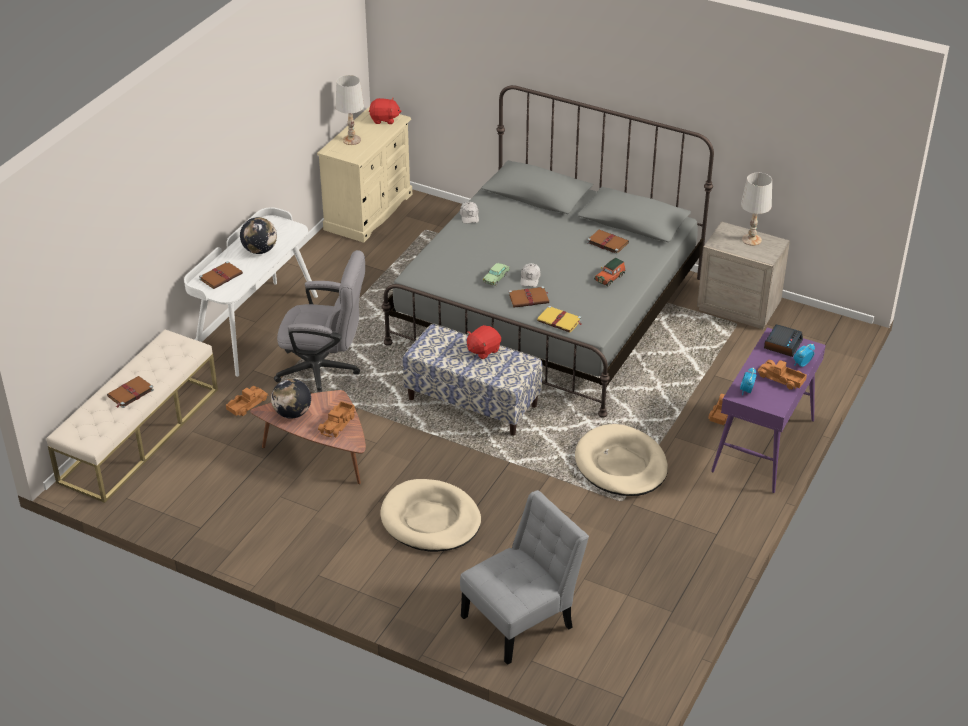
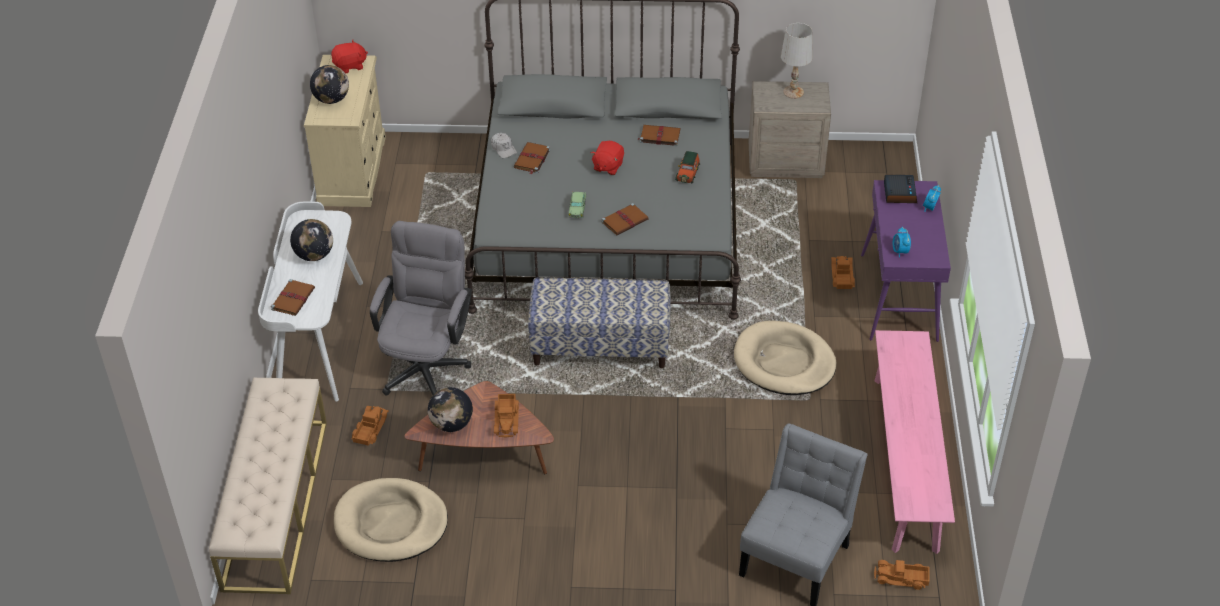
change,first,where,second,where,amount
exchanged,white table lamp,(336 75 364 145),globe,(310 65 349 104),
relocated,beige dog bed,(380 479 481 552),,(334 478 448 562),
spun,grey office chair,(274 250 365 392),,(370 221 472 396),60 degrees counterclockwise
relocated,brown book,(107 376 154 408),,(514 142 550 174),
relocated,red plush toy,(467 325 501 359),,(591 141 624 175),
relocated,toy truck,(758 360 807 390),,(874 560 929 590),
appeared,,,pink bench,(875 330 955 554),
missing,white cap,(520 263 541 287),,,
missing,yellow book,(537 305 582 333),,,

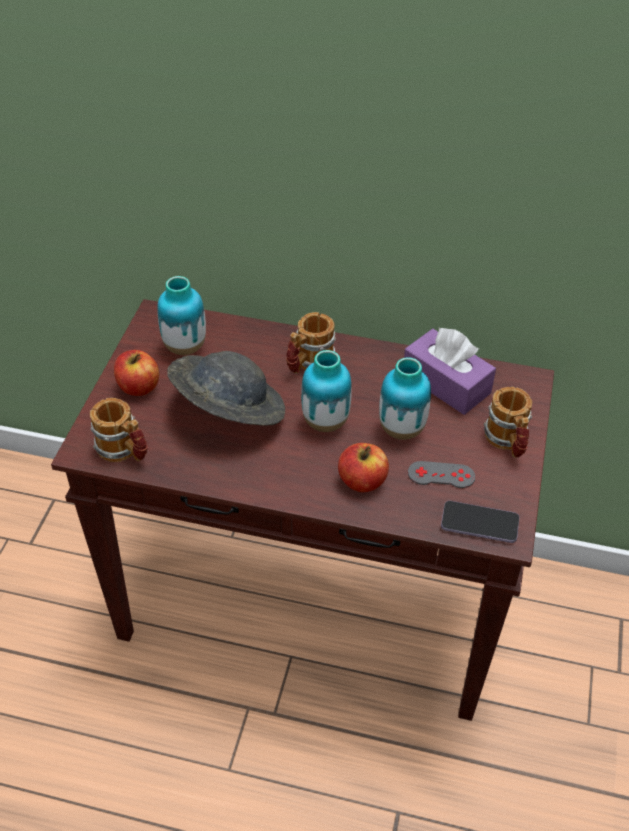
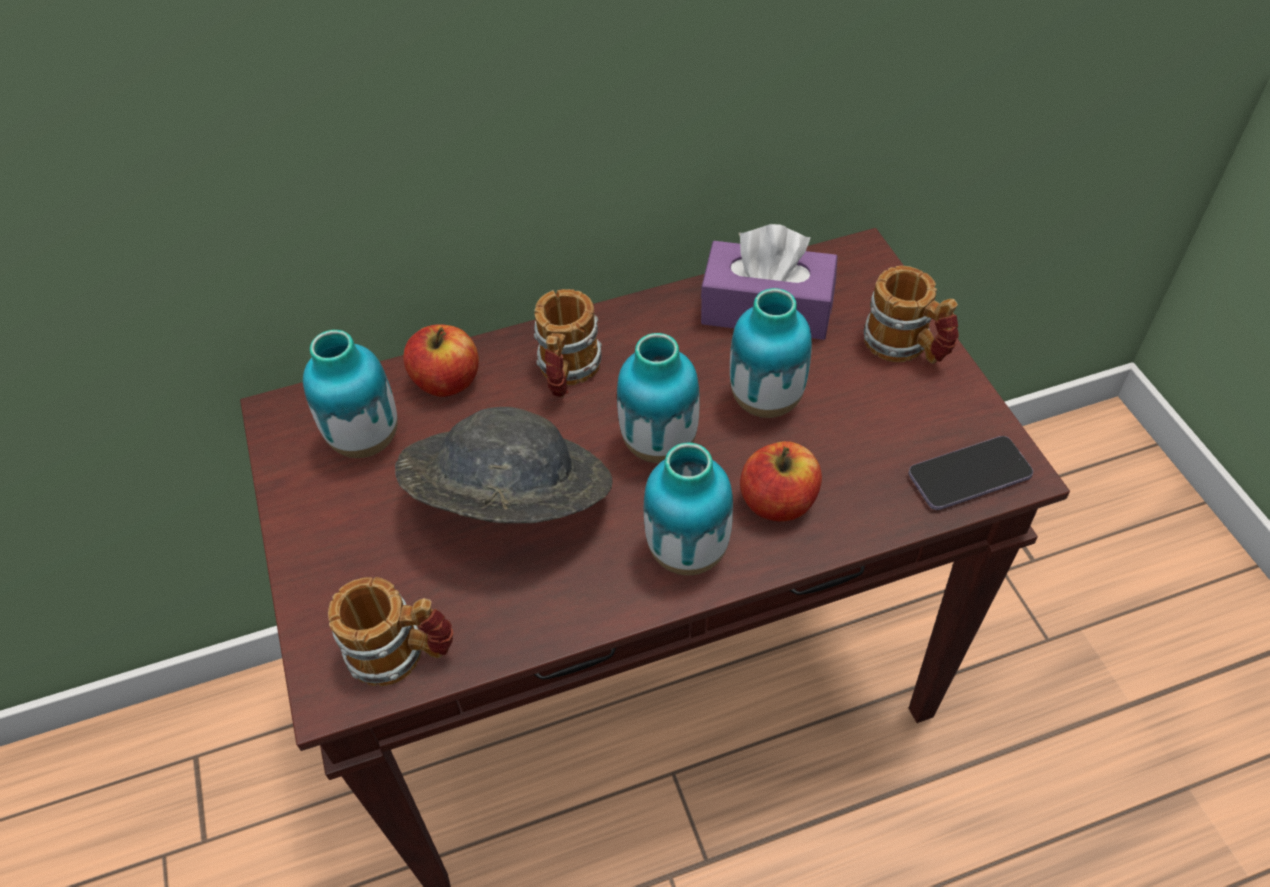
change,first,where,second,where,amount
relocated,apple,(114 350 159 396),,(403 324 479 397),
appeared,,,vase,(644 443 733 575),
missing,grey game controller,(408 461 475 488),,,

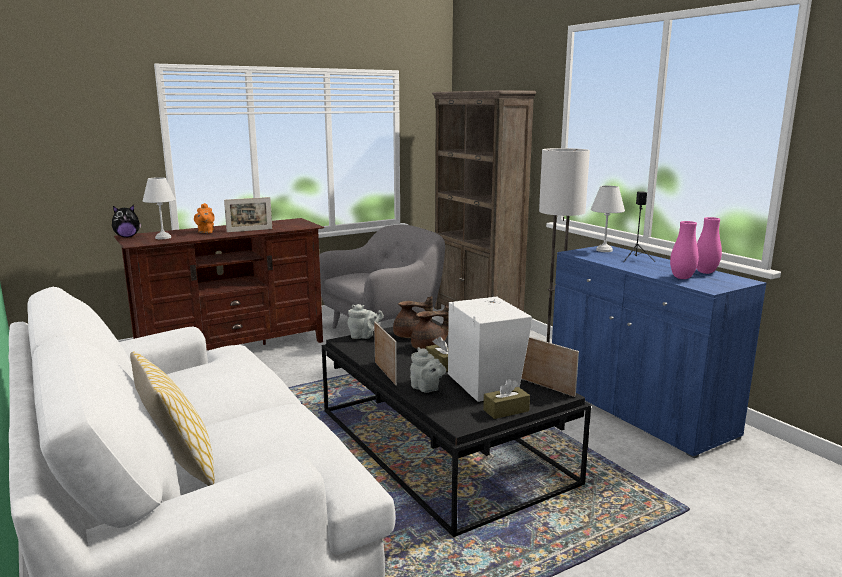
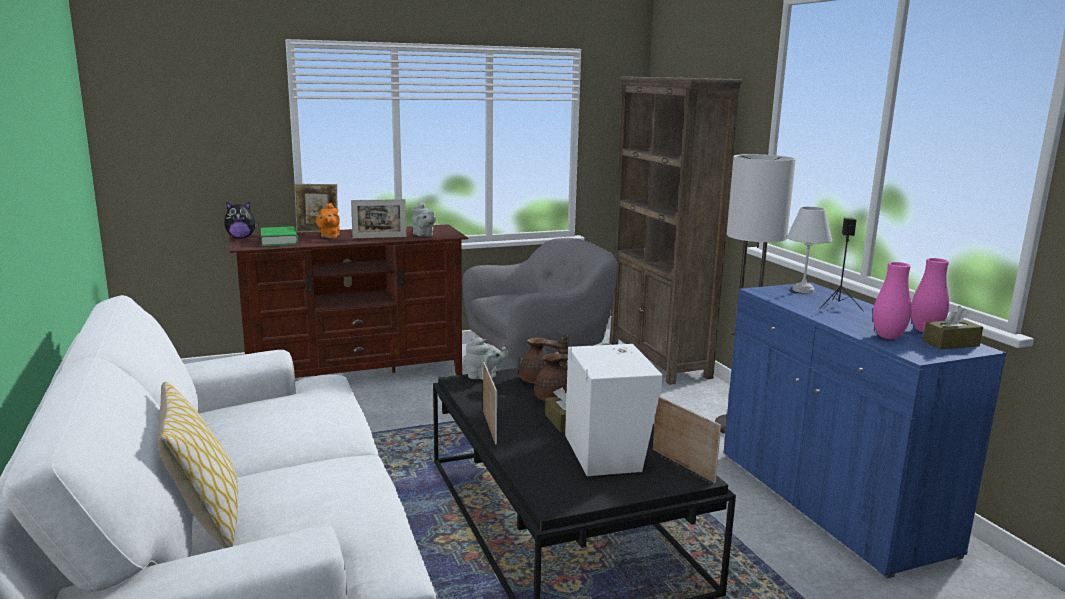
change,first,where,second,where,amount
exchanged,white table lamp,(143 177 176 239),green book,(261 226 298 246),
appeared,,,picture frame,(295 184 338 233),
relocated,grey teapot,(410 347 446 393),,(412 202 436 237),
relocated,brown tissue box,(483 379 530 419),,(923 306 983 349),

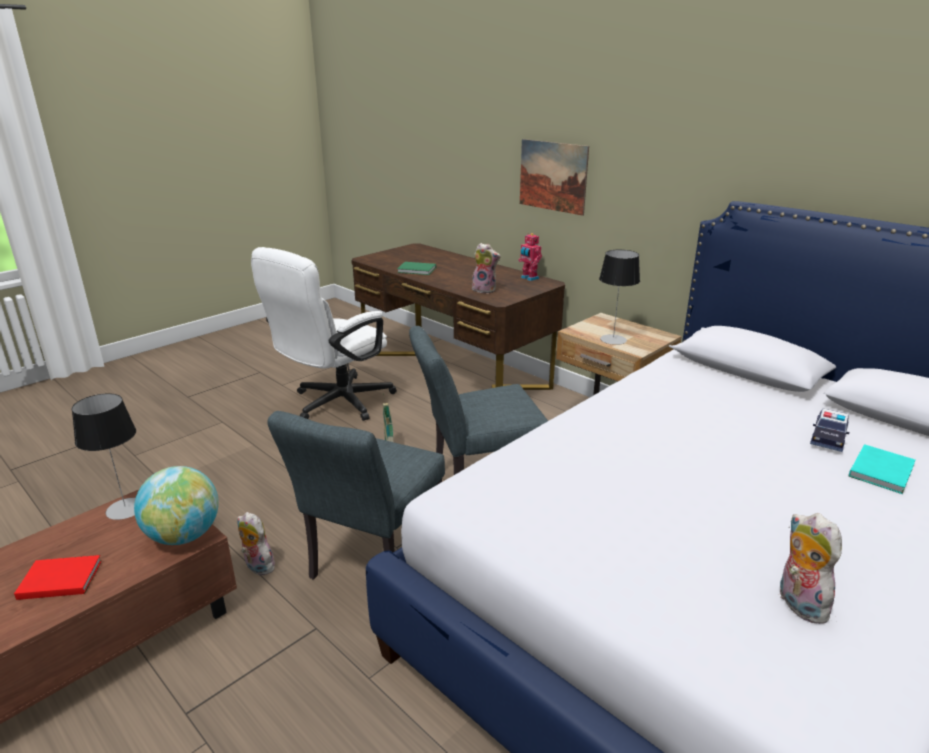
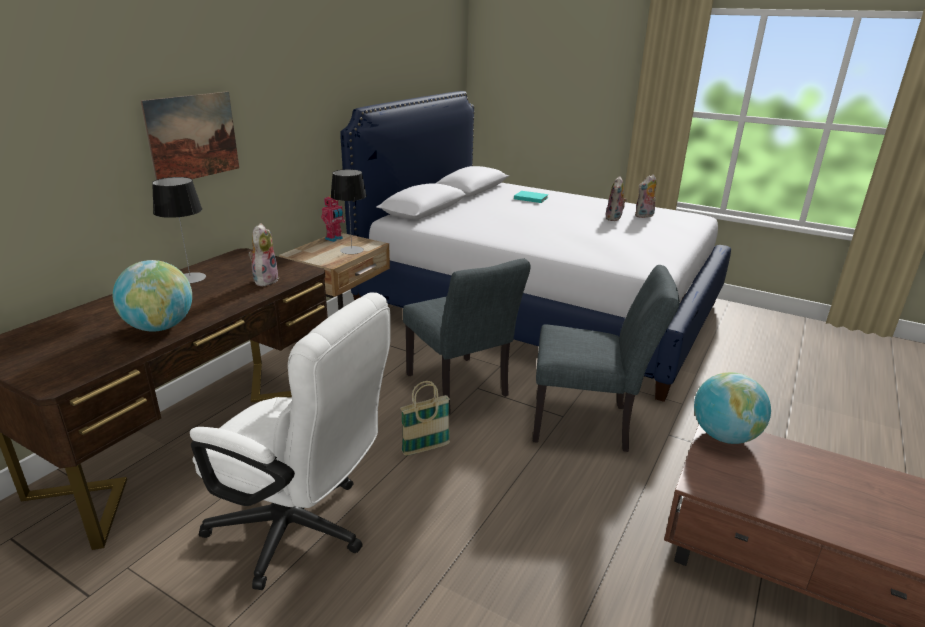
change,first,where,second,where,amount
exchanged,green book,(397 262 436 275),globe,(112 260 192 332),
relocated,table lamp,(72 393 136 520),,(152 177 206 283),
relocated,toy robot,(518 233 542 281),,(321 195 345 242),
relocated,plush toy,(237 512 275 575),,(605 176 627 221),
missing,red book,(14 555 102 600),,,
missing,toy car,(810 408 850 452),,,

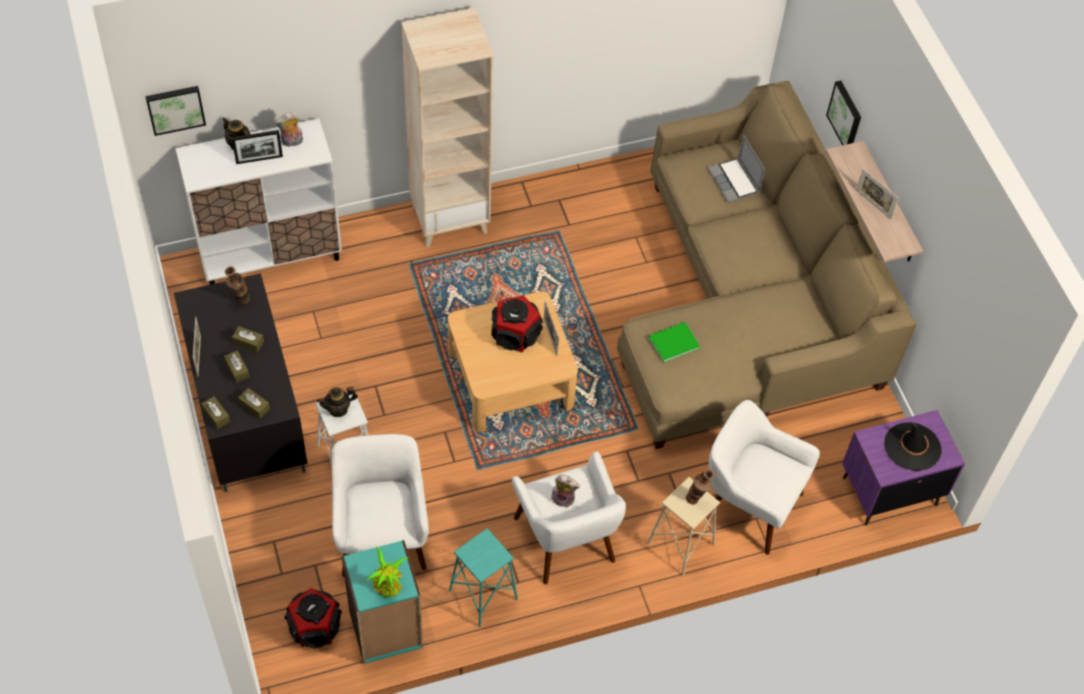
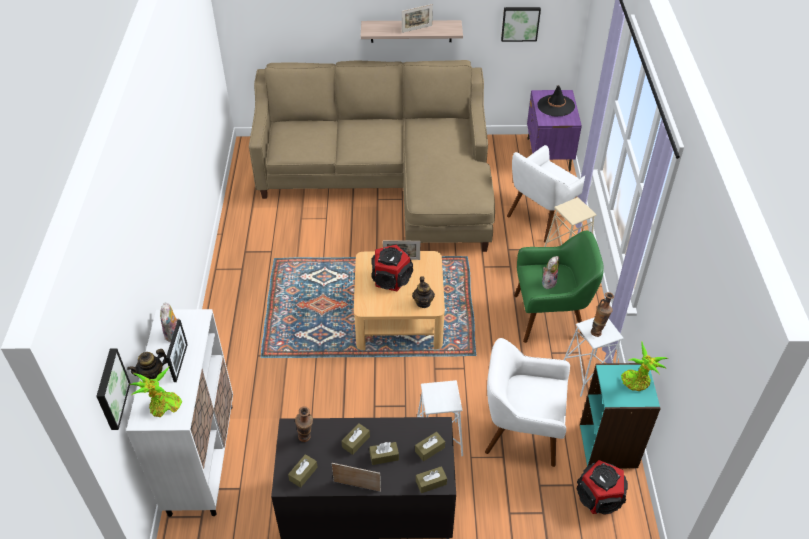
change,first,where,second,where,amount
appeared,,,potted plant,(129 367 182 417),
appeared,,,brown tissue box,(288 454 318 488),
relocated,teapot,(317 387 358 417),,(412 276 435 308),
relocated,picture,(826 81 861 145),,(501 7 541 42),
colour,white armchair,(512 451 626 584),green armchair,(514 231 604 343),
colour,turquoise stool,(449 528 518 627),white stool,(564 317 623 397),
relocated,vase,(686 469 715 505),,(591 292 614 337),
missing,beige bookcase,(401 8 494 247),,,
missing,green book,(648 322 700 363),,,
missing,laptop,(708 135 765 203),,,

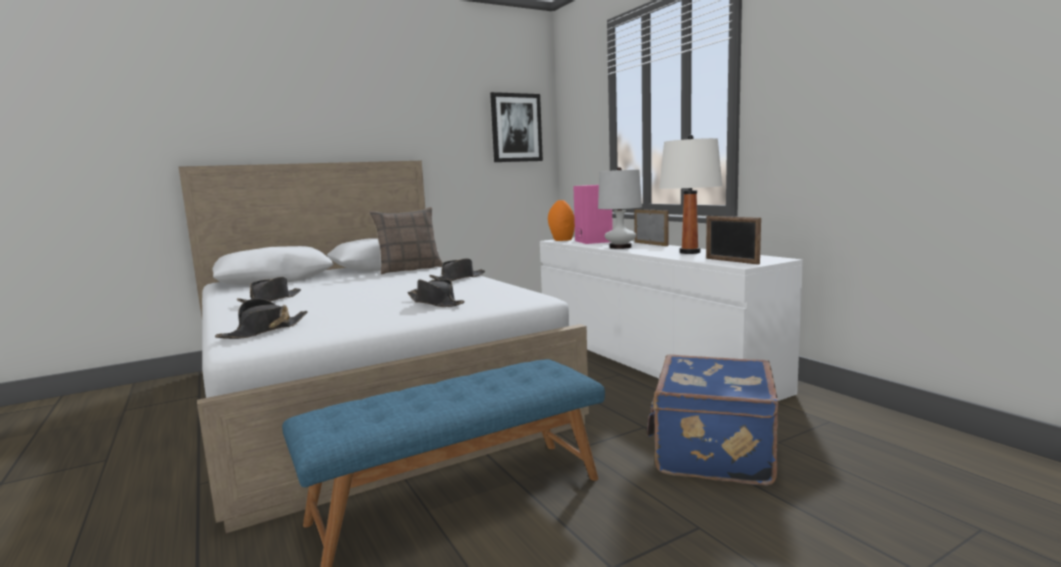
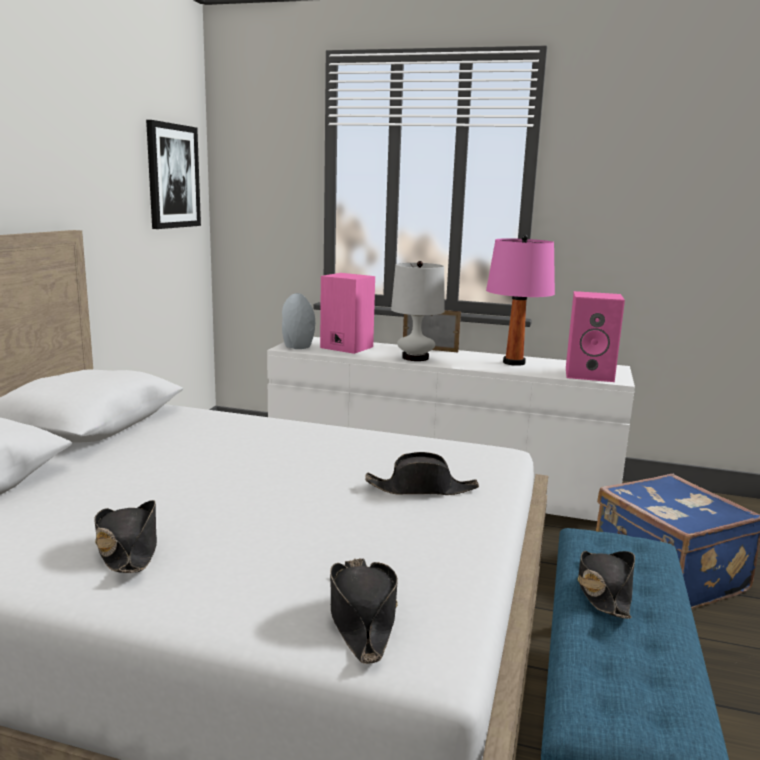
change,first,where,second,where,amount
colour,orange vase,(548 200 575 241),grey vase,(282 293 315 349),
colour,white table lamp,(659 135 722 254),pink table lamp,(486 234 555 366),
exchanged,picture frame,(706 216 761 265),pink speaker,(566 291 625 382),
relocated,black hat,(429 259 485 281),,(578 551 635 619),
missing,pillow,(370 207 443 274),,,

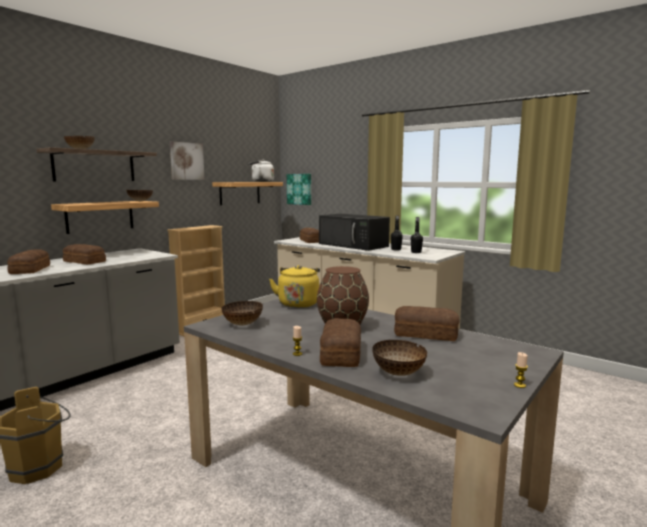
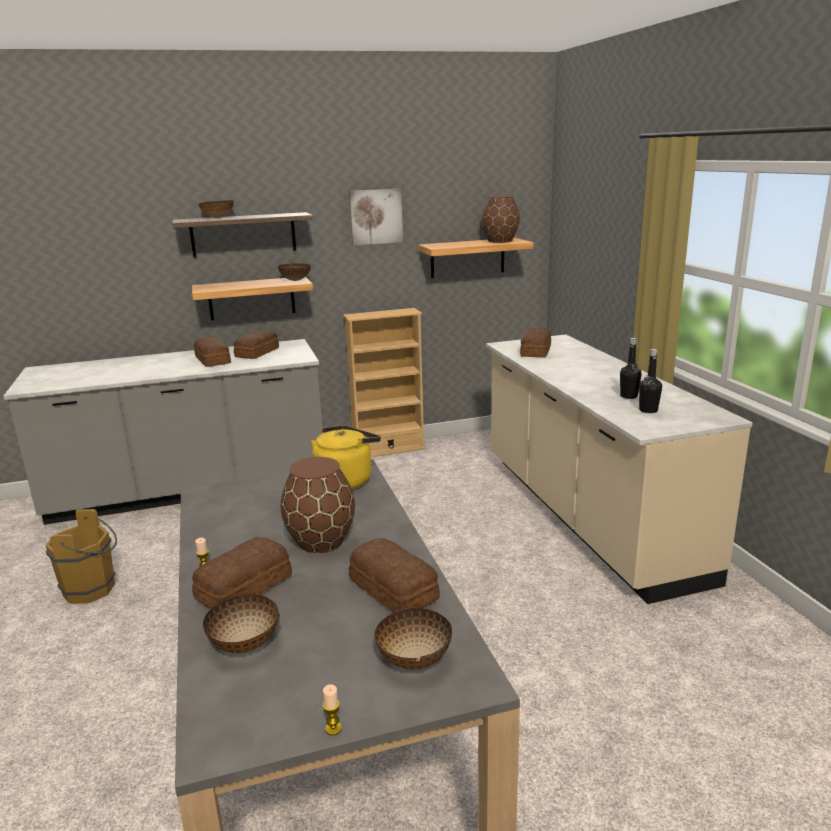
change,first,where,second,where,amount
relocated,bread,(7 249 50 274),,(234 330 279 359),
relocated,bowl,(221 301 263 326),,(375 608 452 670),
exchanged,white kettle,(248 159 274 182),brown vase,(481 195 520 243),
missing,picture,(287 174 311 205),,,
missing,black microwave,(319 214 390 251),,,

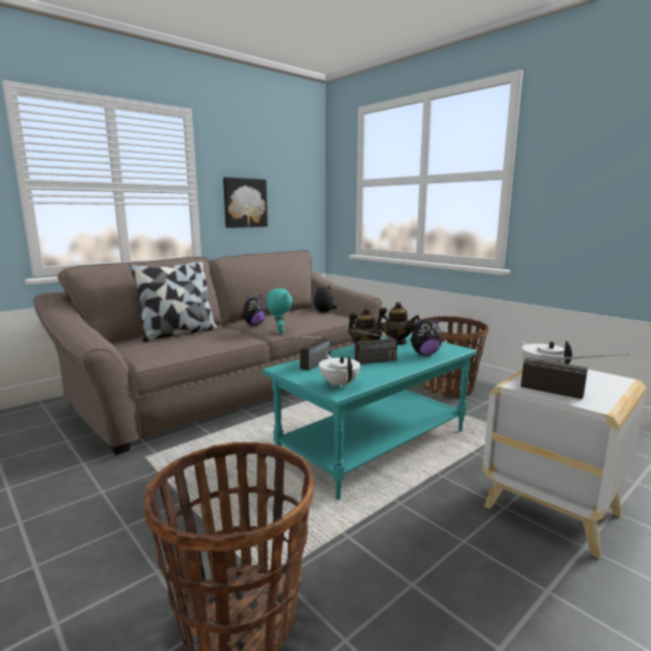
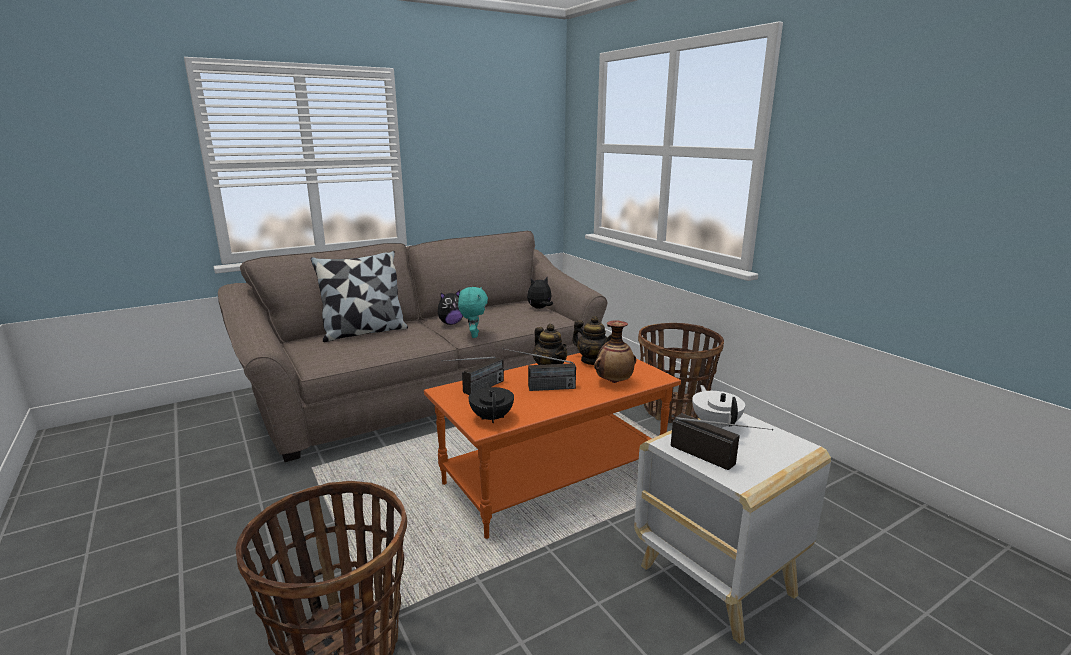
change,first,where,second,where,amount
colour,turquoise coffee table,(262 334 477 500),orange coffee table,(424 353 681 539),
colour,white teapot,(319 355 360 388),black teapot,(469 382 514 423),
exchanged,plush toy,(410 316 442 355),vase,(594 320 636 383),
missing,picture,(223 177 268 228),,,

